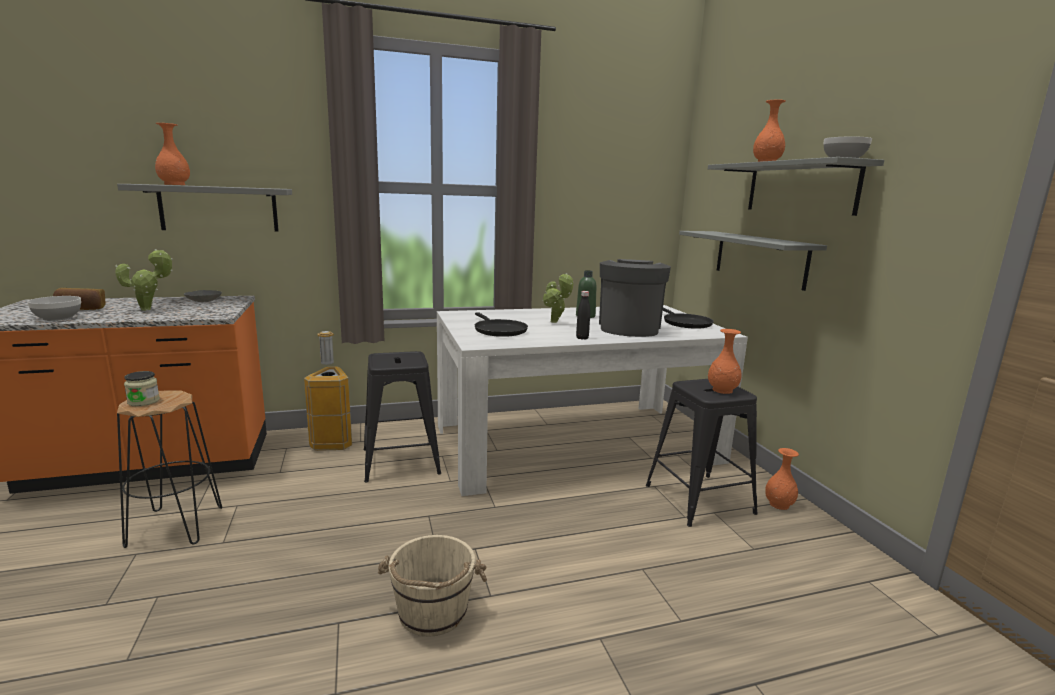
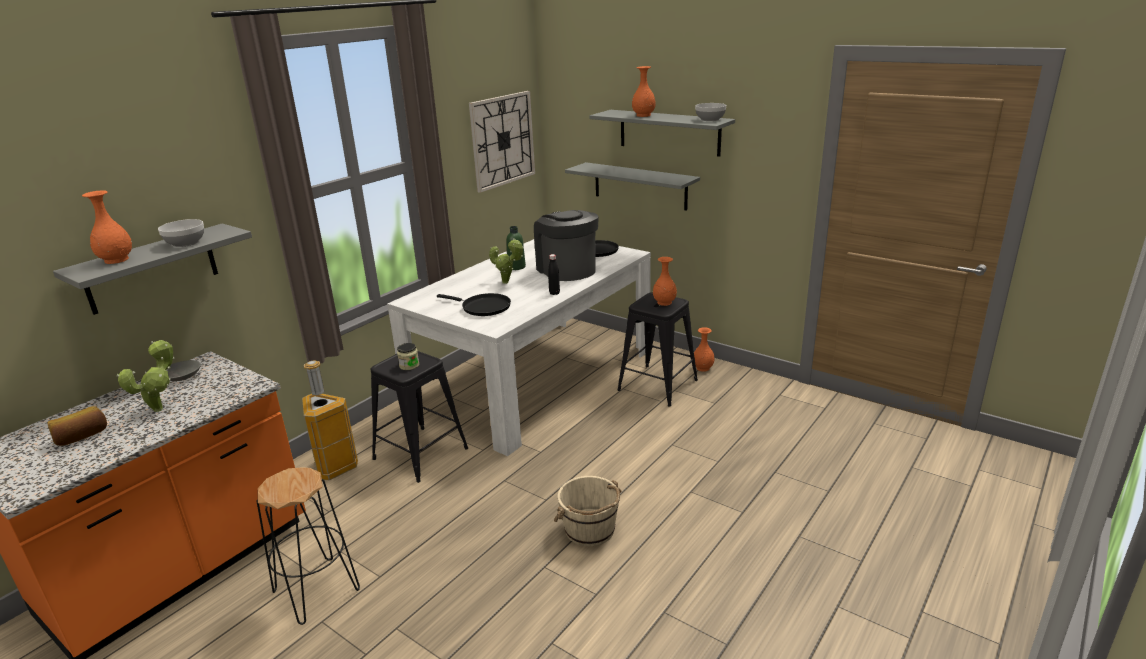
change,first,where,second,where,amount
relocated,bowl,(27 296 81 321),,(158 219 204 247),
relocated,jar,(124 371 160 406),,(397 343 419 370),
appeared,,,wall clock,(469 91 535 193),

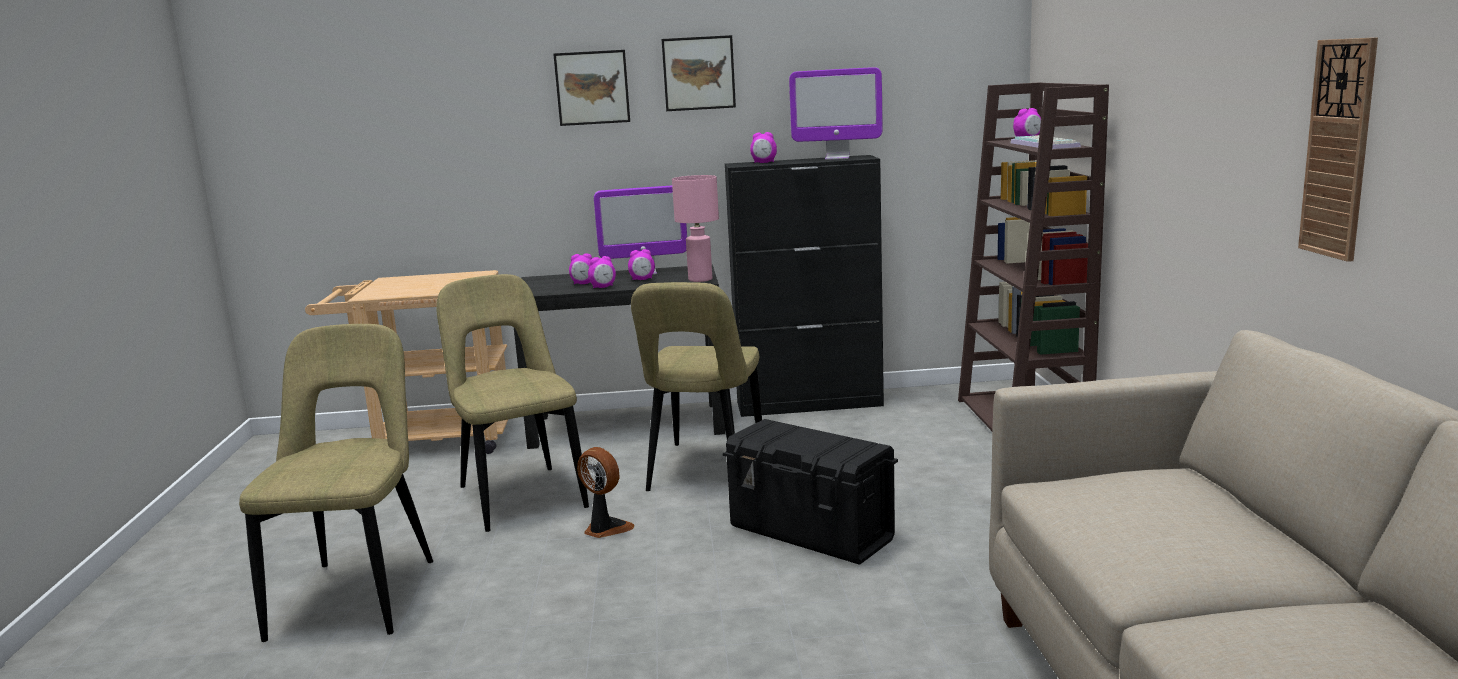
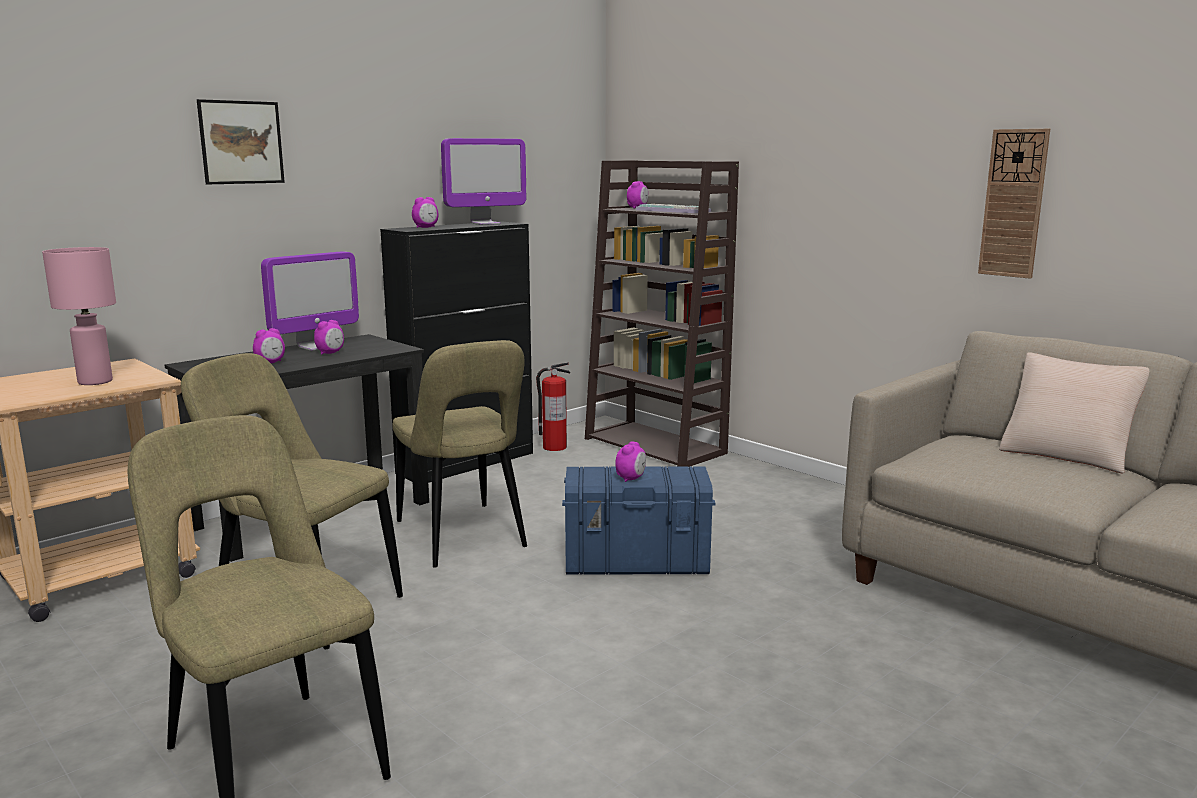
change,first,where,second,where,amount
relocated,pink table lamp,(672 175 719 282),,(42 247 116 385),
appeared,,,fire extinguisher,(536 362 570 451),
colour,black storage box,(723 419 898 565),blue storage box,(562 466 715 575),
relocated,alarm clock,(588 256 616 288),,(615 441 646 482),
appeared,,,beige pillow,(999 352 1149 474),
missing,fan,(577 447 635 538),,,
missing,picture,(662 35 736 111),,,

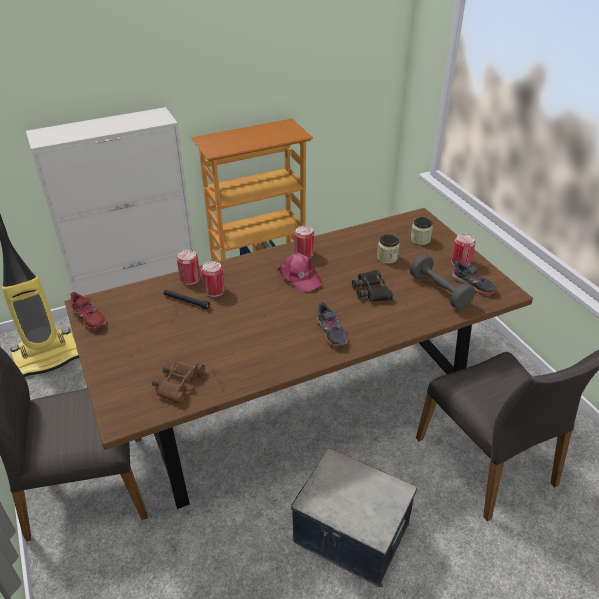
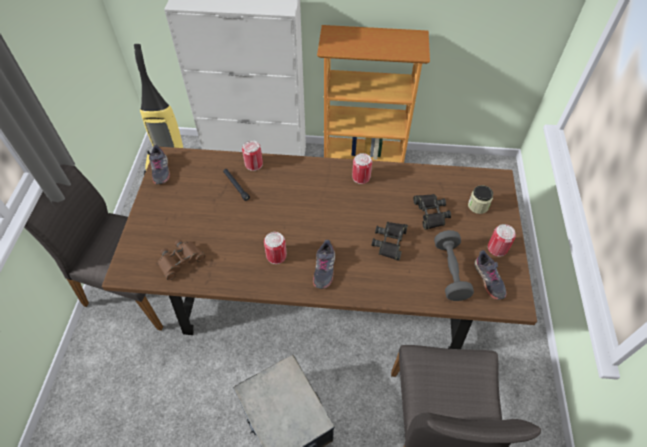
change,first,where,second,where,amount
colour,red shoe,(70 292 106 330),grey shoe,(149 145 170 184),
relocated,can,(201 261 225 297),,(264 232 287 264),
exchanged,jar,(377 234 400 264),black binoculars,(413 194 451 230),
missing,pink cap,(277 252 323 292),,,

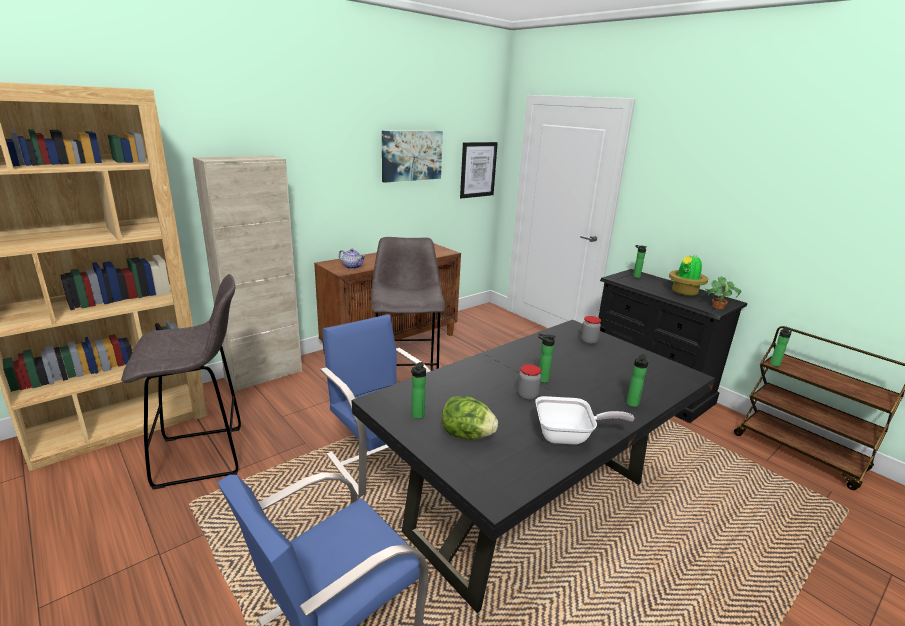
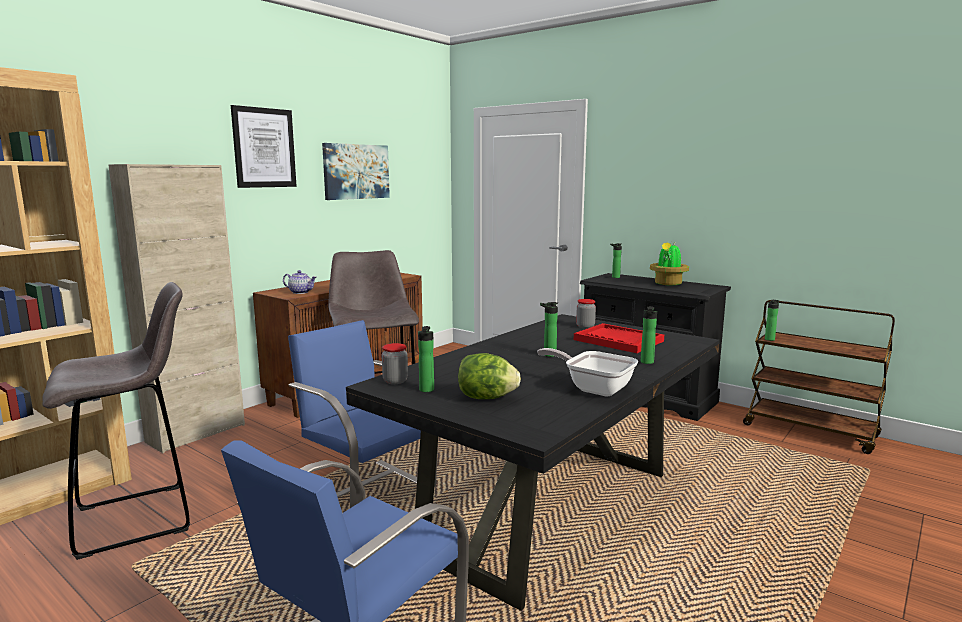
change,first,where,second,where,amount
relocated,picture,(460 142 498 199),,(231 105 297 188),
relocated,jar,(517 364 541 400),,(382 343 408 384),
spun,frying pan,(535 396 634 445),,(537 348 638 396),135 degrees counterclockwise
appeared,,,red tray,(574 323 664 353),
missing,potted plant,(706 276 742 309),,,

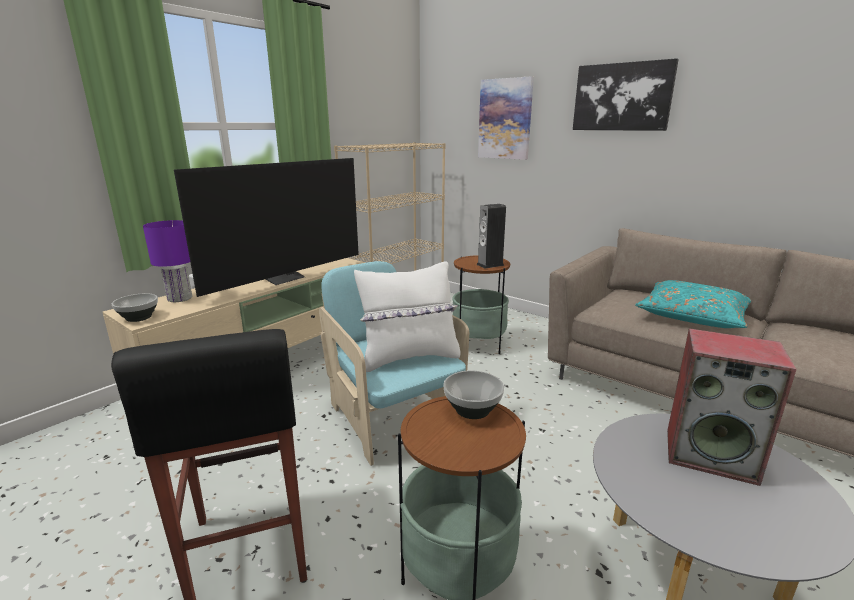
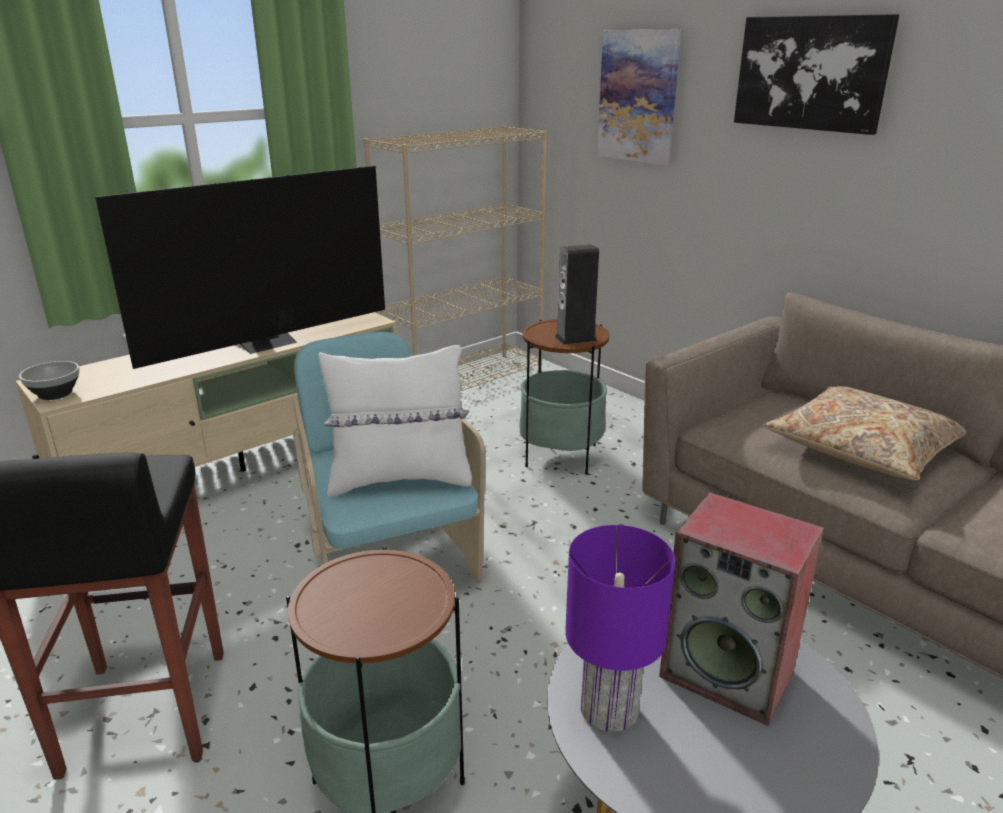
change,first,where,second,where,amount
relocated,purple table lamp,(143 220 192 302),,(565 525 675 732),
colour,turquoise pillow,(635 280 751 328),beige pillow,(763 386 966 480),
missing,bowl,(443 370 504 419),,,

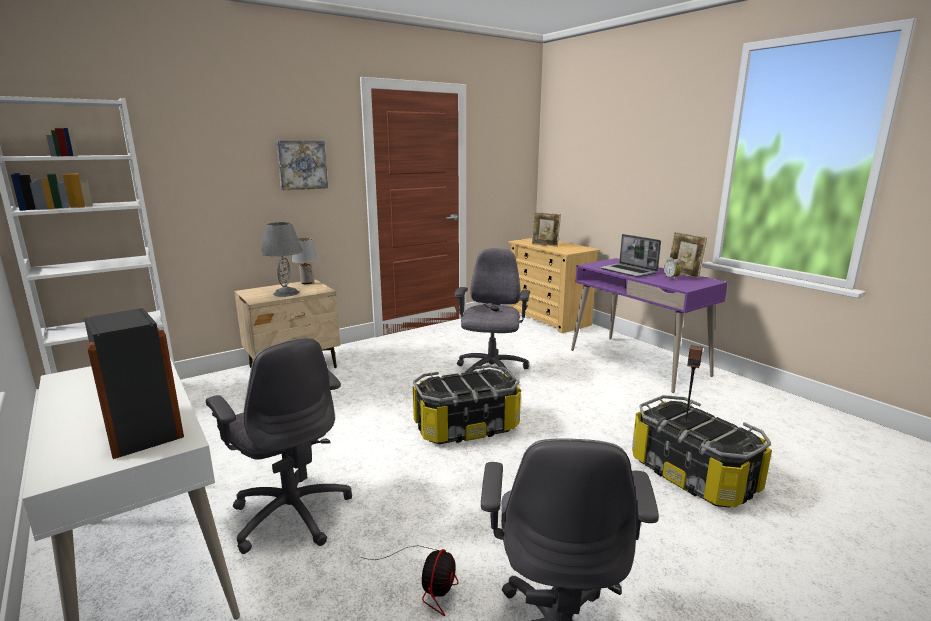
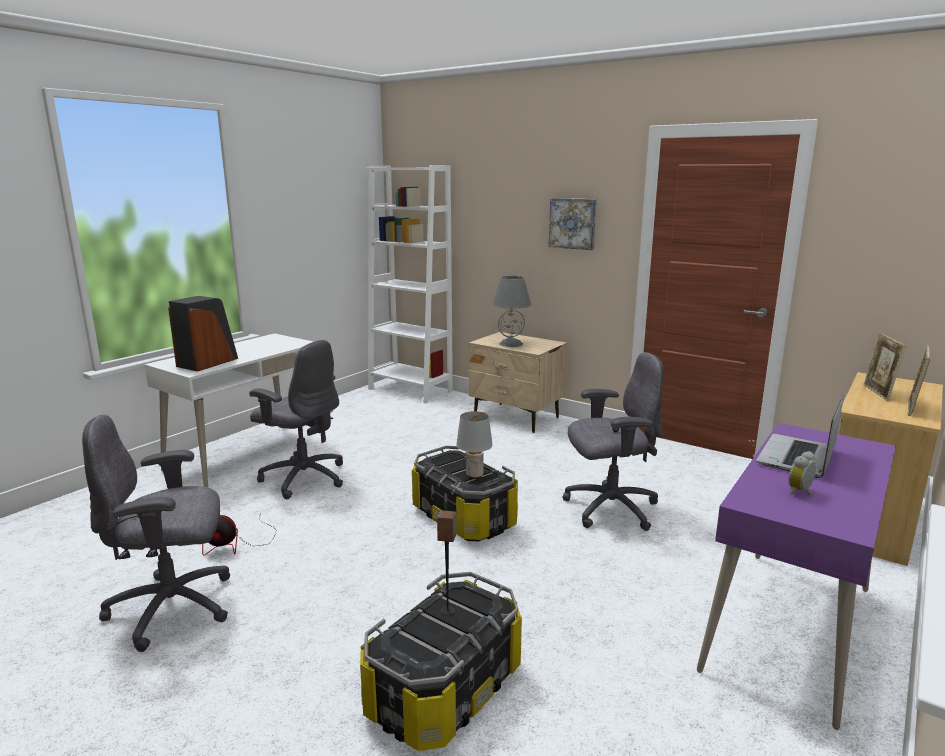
change,first,where,second,where,amount
spun,grey office chair,(206 338 352 554),,(249 340 343 499),90 degrees counterclockwise
relocated,grey table lamp,(292 238 318 284),,(456 411 493 479),
relocated,picture frame,(670 232 707 279),,(908 345 931 416),

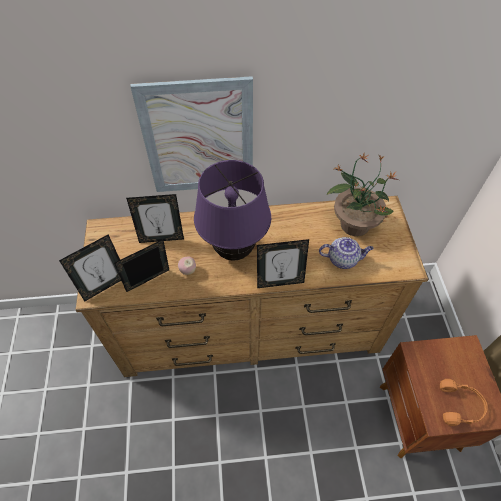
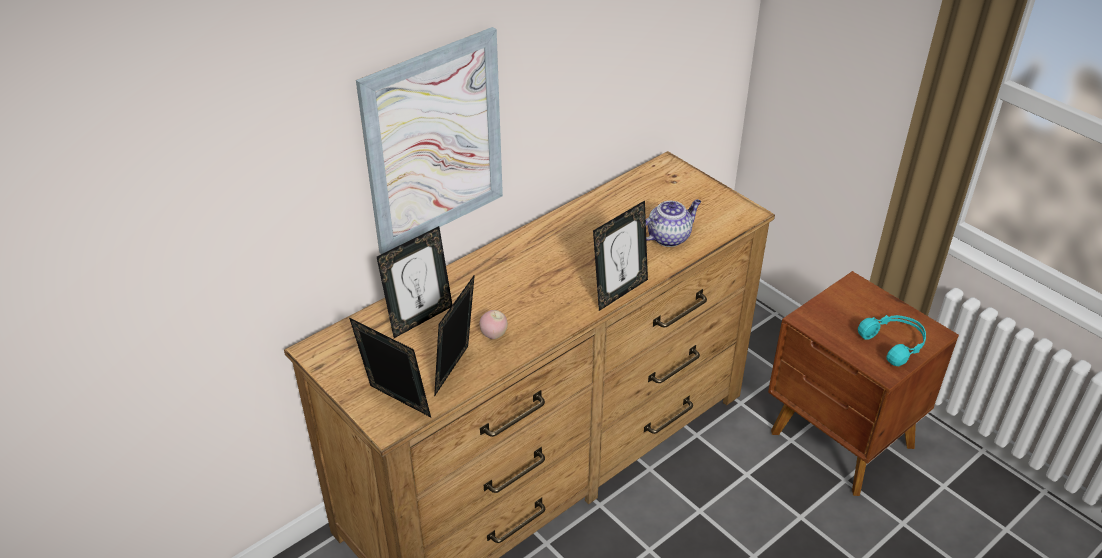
change,first,where,second,where,amount
spun,picture frame,(59 234 121 301),,(349 318 431 417),75 degrees counterclockwise
colour,orange headphones,(440 379 488 426),turquoise headphones,(858 315 926 366),
missing,purple table lamp,(194 160 271 261),,,
missing,potted plant,(327 153 398 236),,,

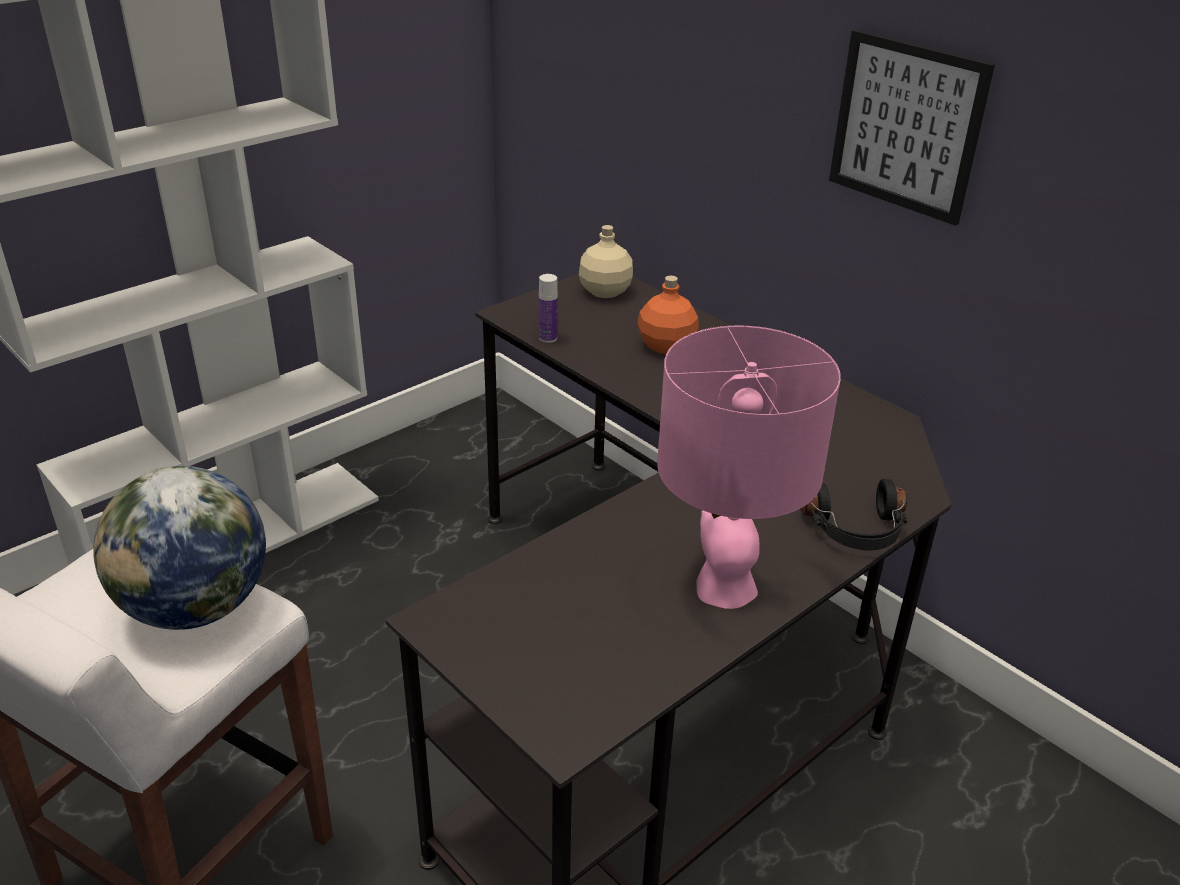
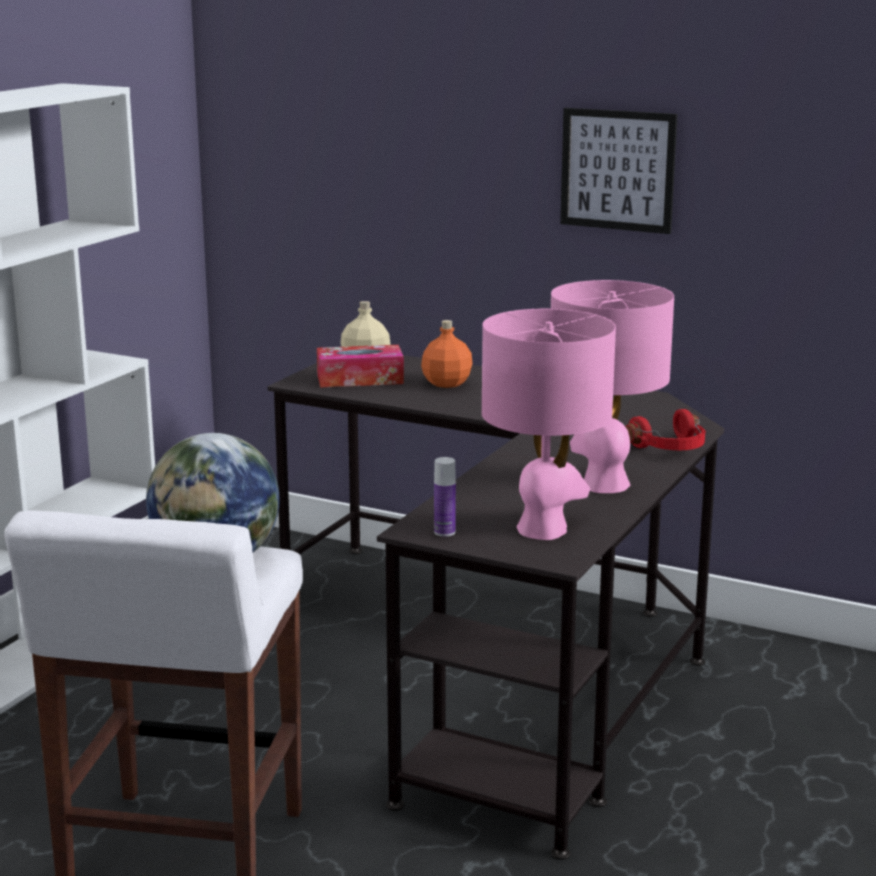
change,first,where,second,where,amount
appeared,,,tissue box,(317 345 404 388),
relocated,bottle,(539 274 558 343),,(434 457 456 537),
appeared,,,pink table lamp,(482 309 616 540),
colour,black headphones,(800 479 907 551),red headphones,(625 409 706 450),

